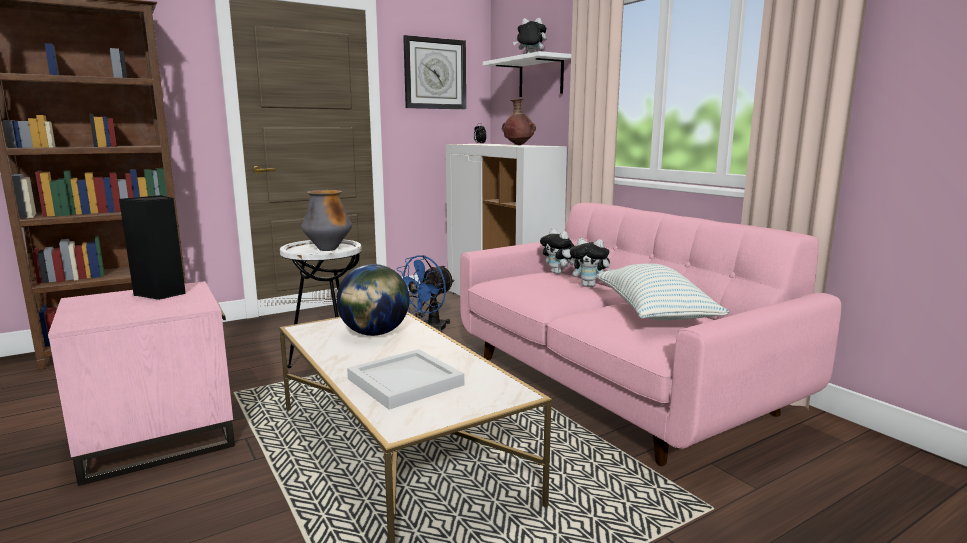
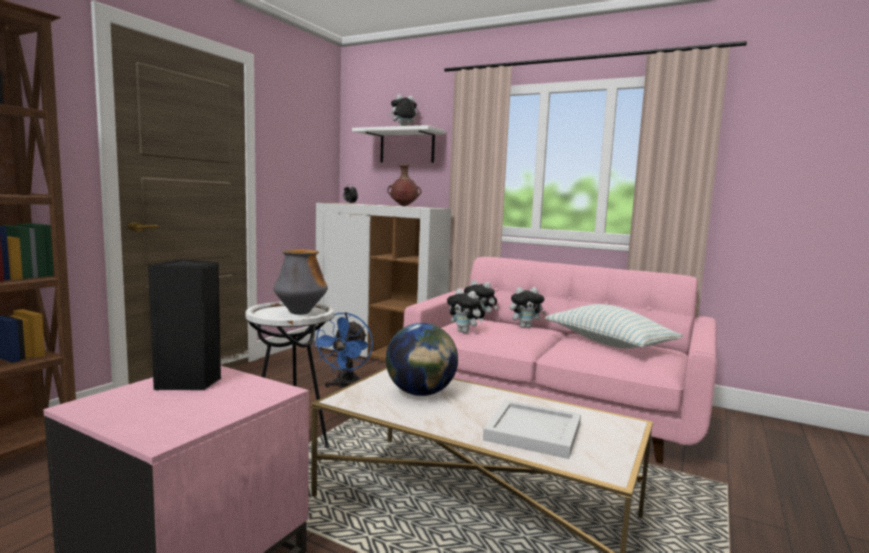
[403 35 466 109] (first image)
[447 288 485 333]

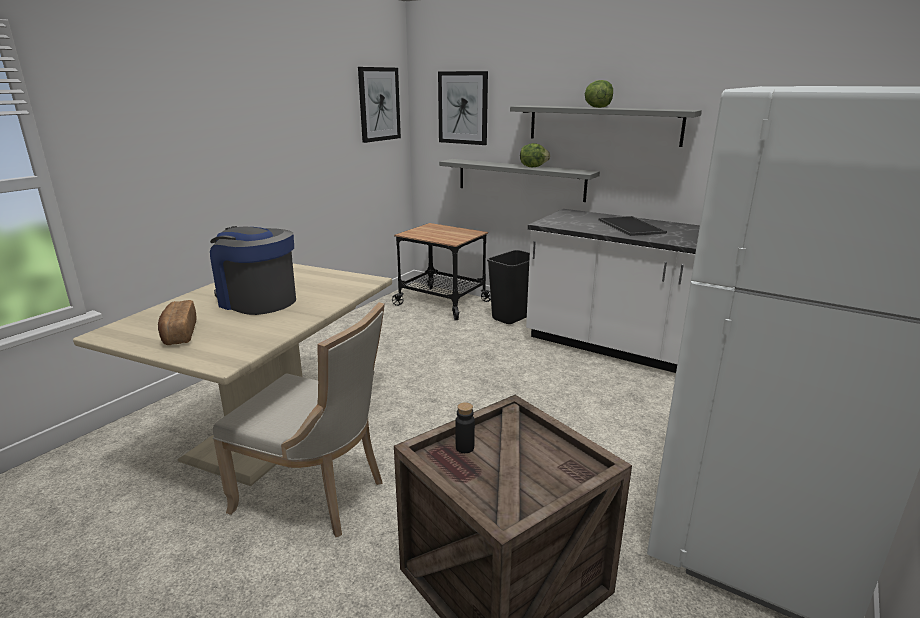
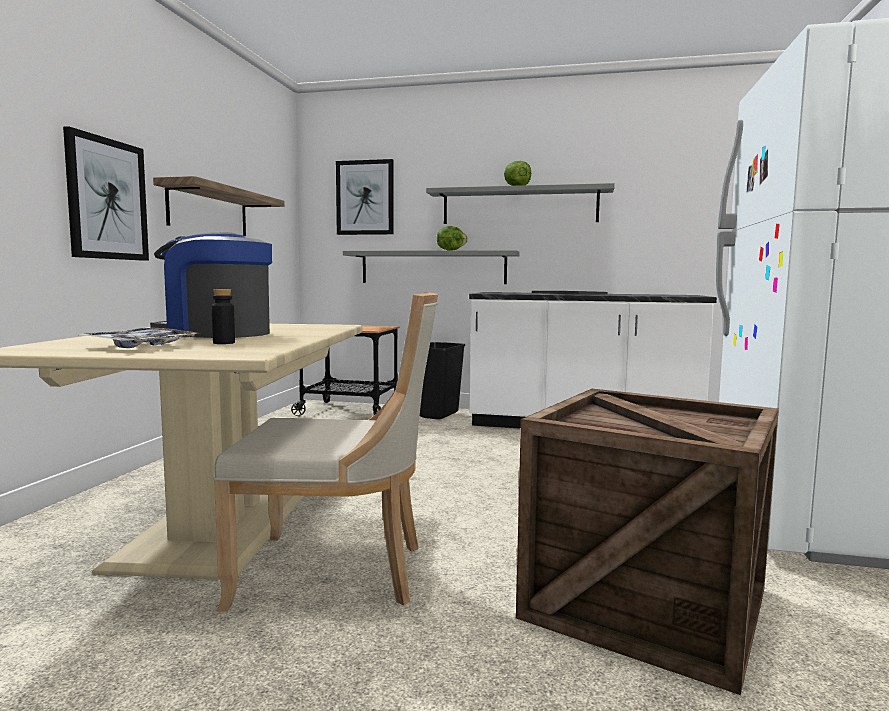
[63 126 149 261]
[79 328 198 348]
[212 289 235 344]
[153 176 285 236]

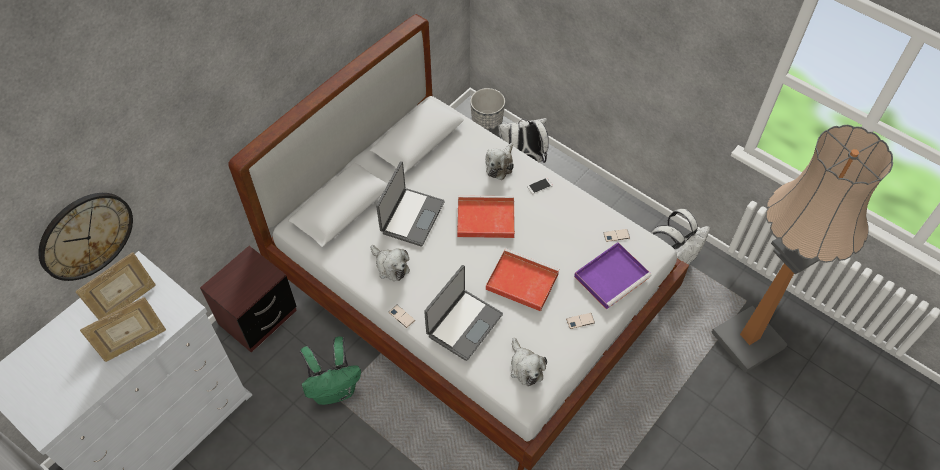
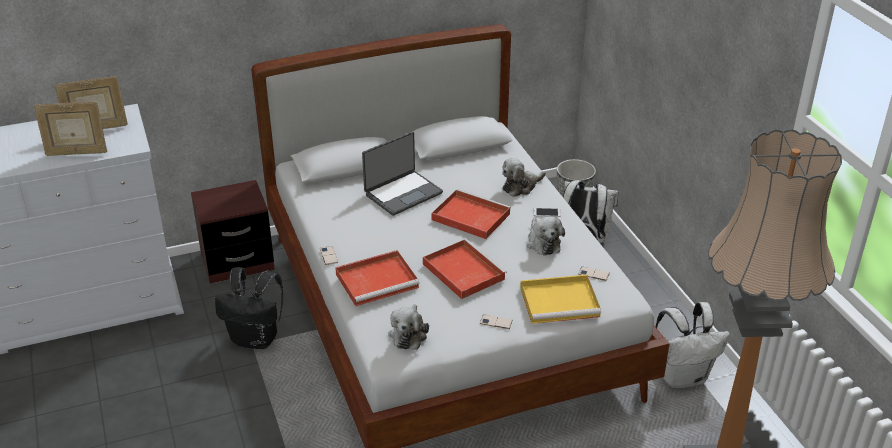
[38 193 133 281] (first image)
[520 275 601 324]
[527 216 565 256]
[335 250 419 306]
[215 267 283 349]

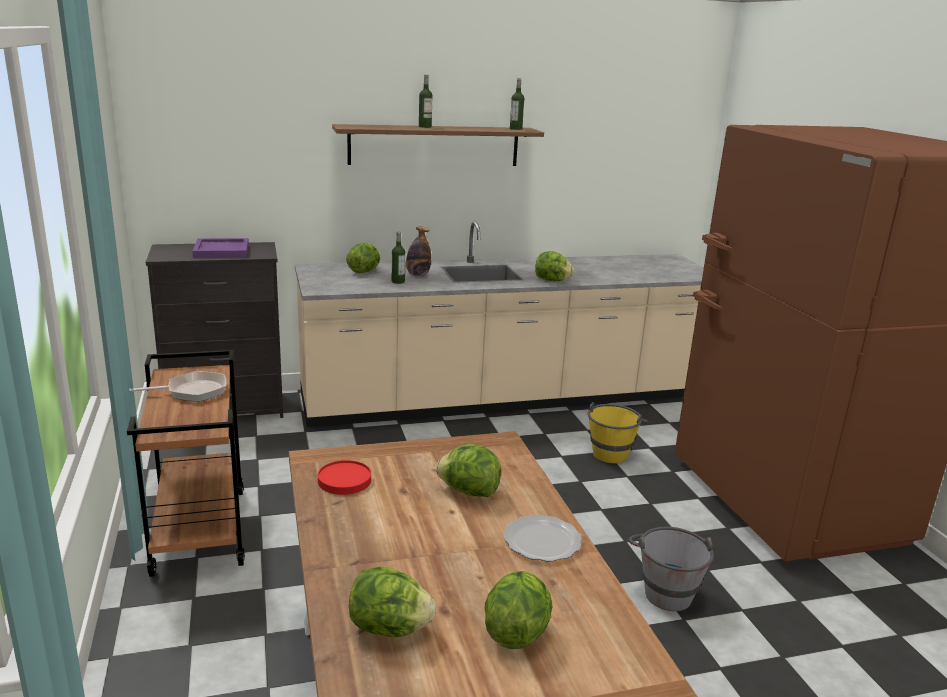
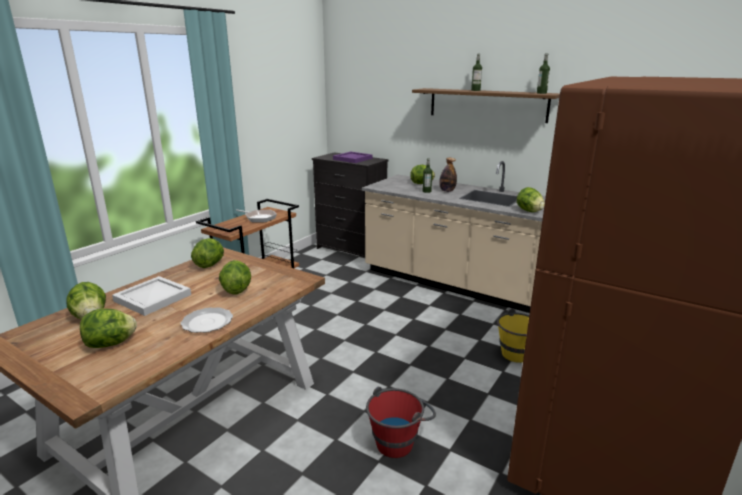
[191 238 224 268]
[366 387 436 458]
[112 276 191 316]

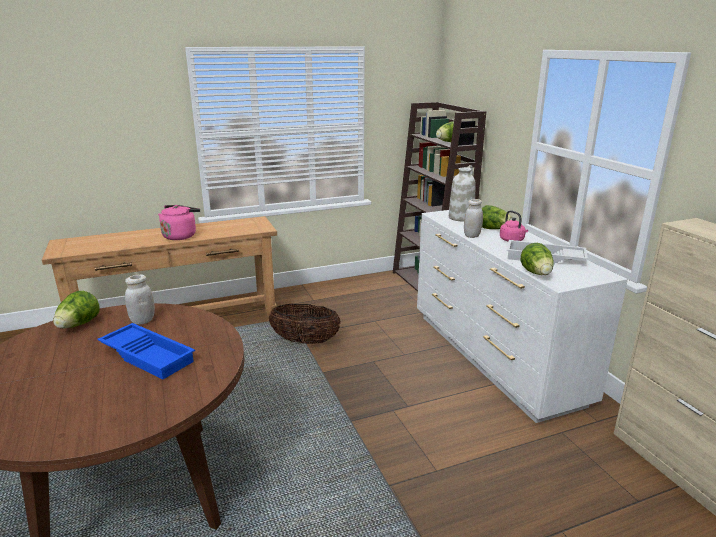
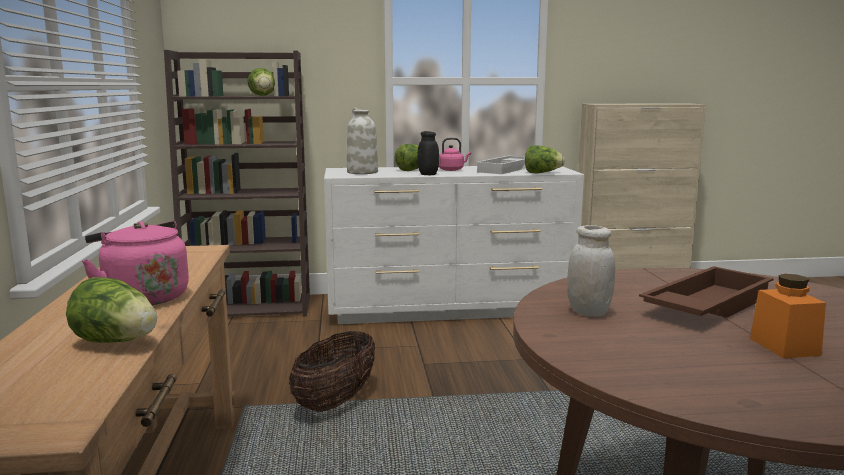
[418 131 439 175]
[66 277 157 343]
[639 266 774 318]
[750 274 826 358]

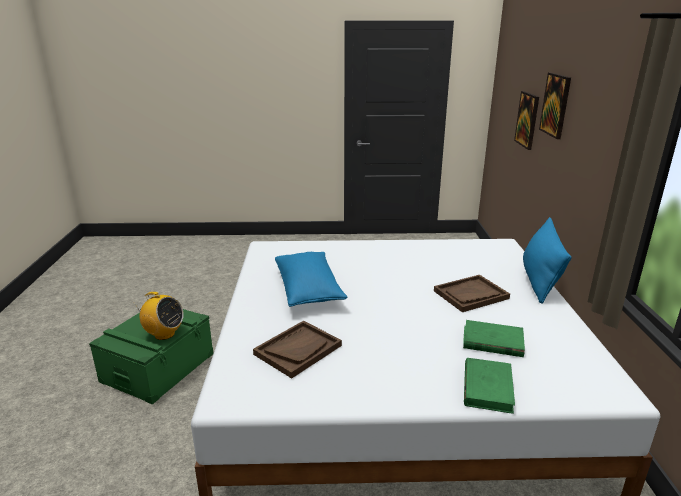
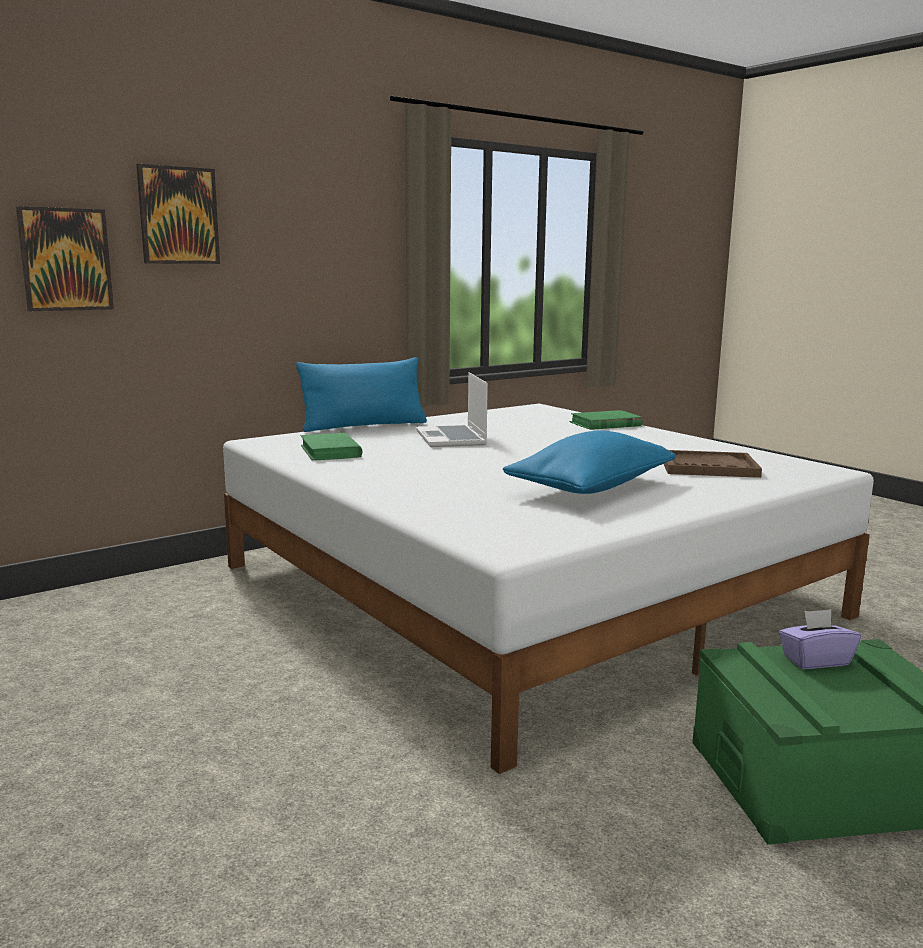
[416 372 488 447]
[779 609 861 669]
[301 433 362 460]

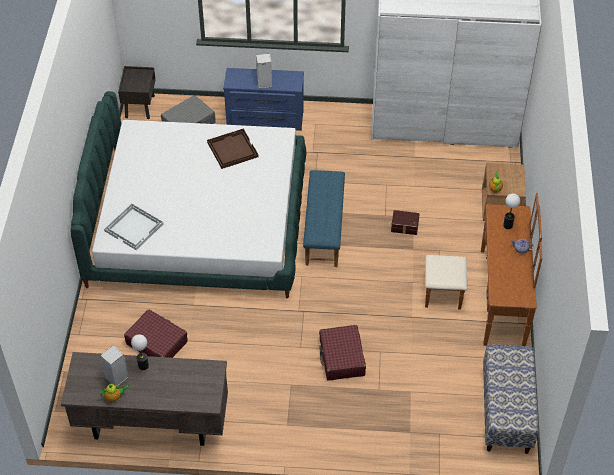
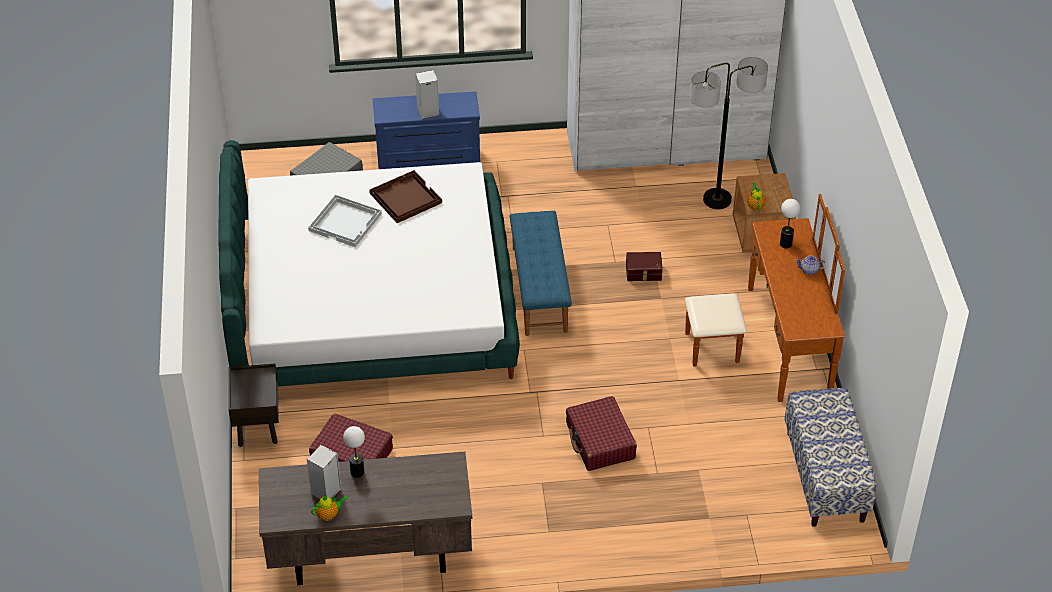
[228 364 279 447]
[308 195 382 247]
[690 57 768 209]

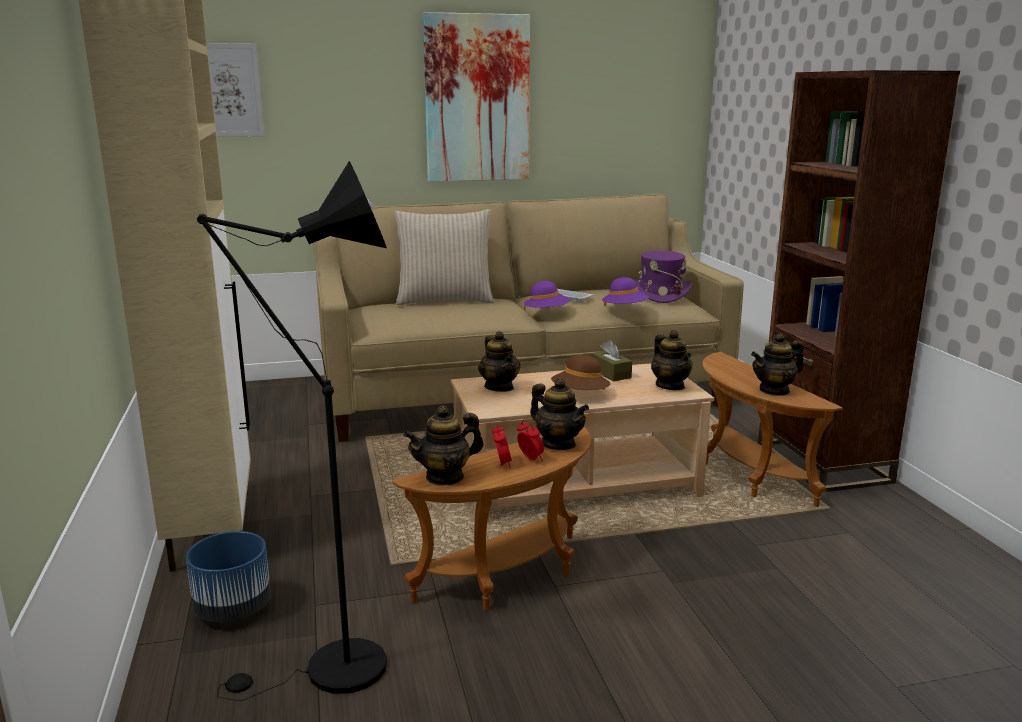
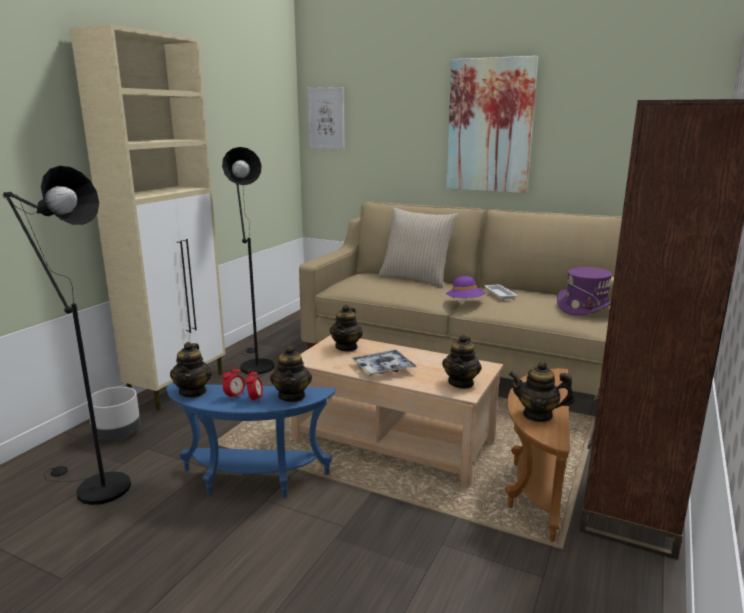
[602 277 649 307] (first image)
[591 340 632 382] (first image)
[352 350 417 376]
[170 342 212 398]
[166 383 336 498]
[87 387 141 439]
[222 147 274 374]

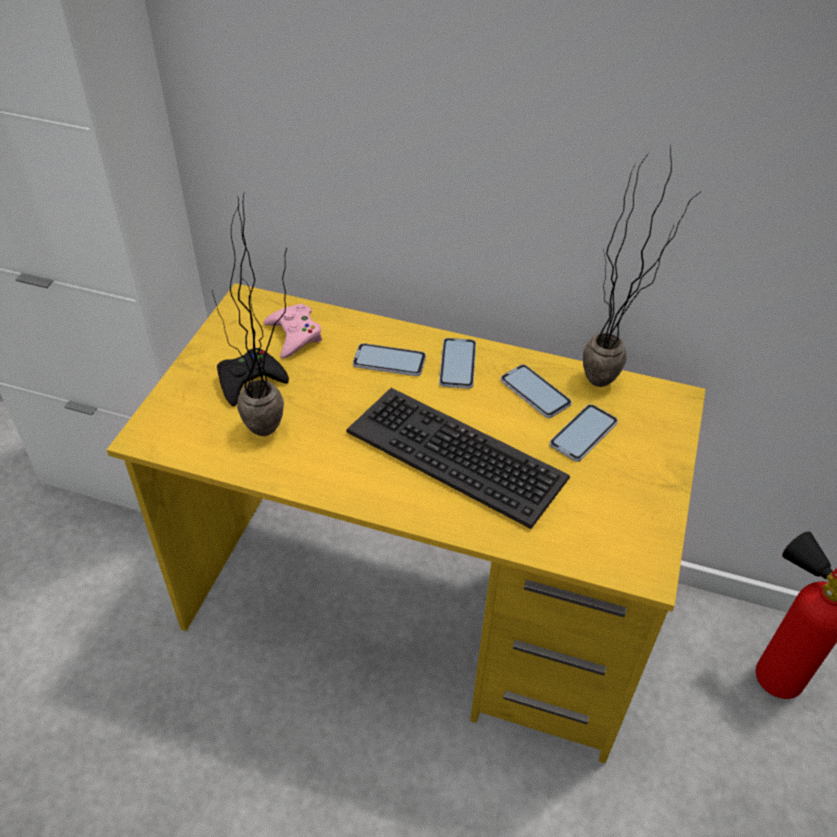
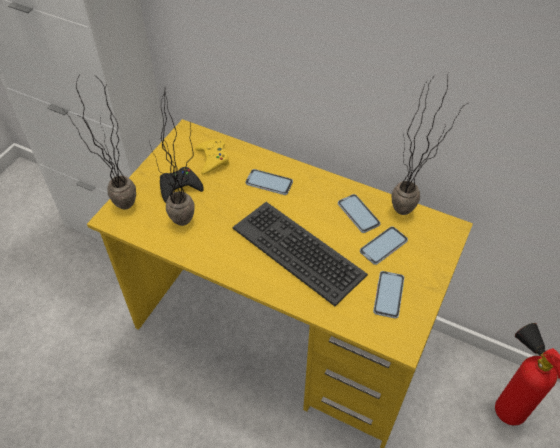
[195 139 229 174]
[373 271 404 319]
[64 73 136 209]

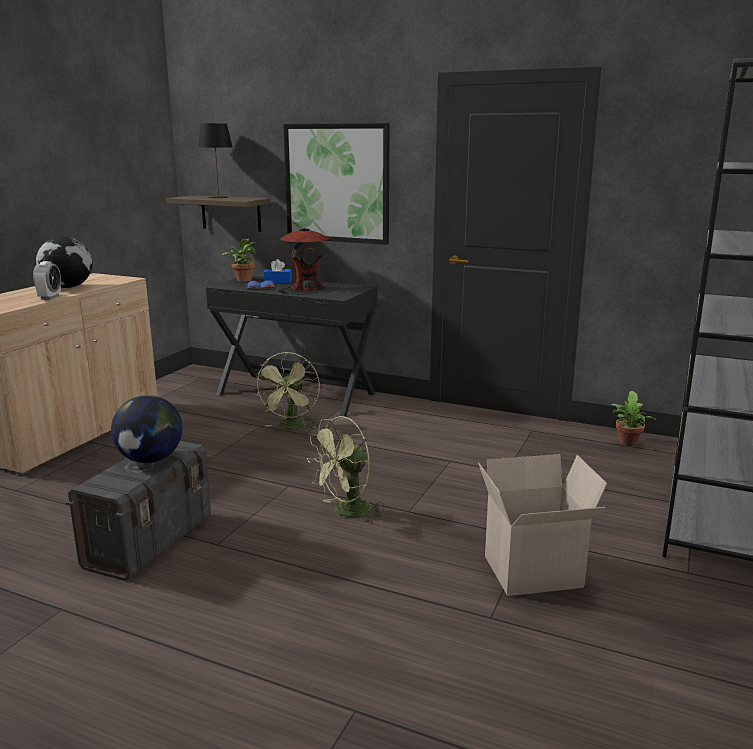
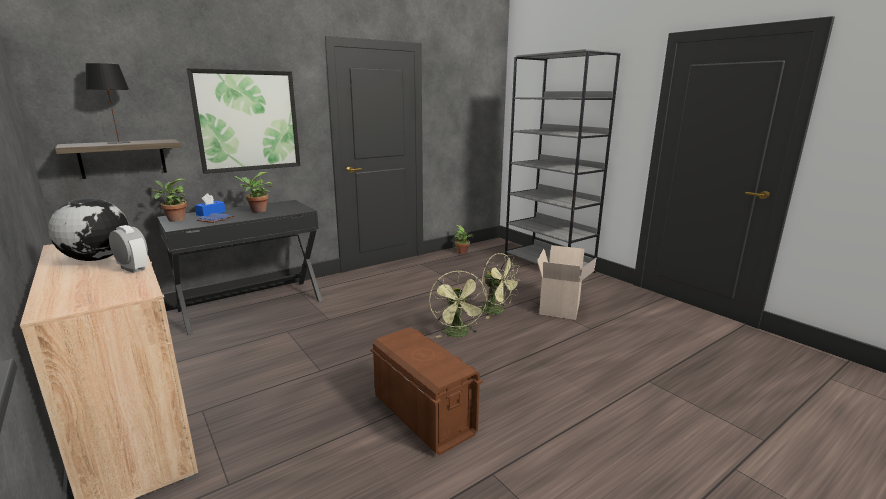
[233 172 273 213]
[481 253 521 319]
[111 395 183 463] (first image)
[370 327 483 455]

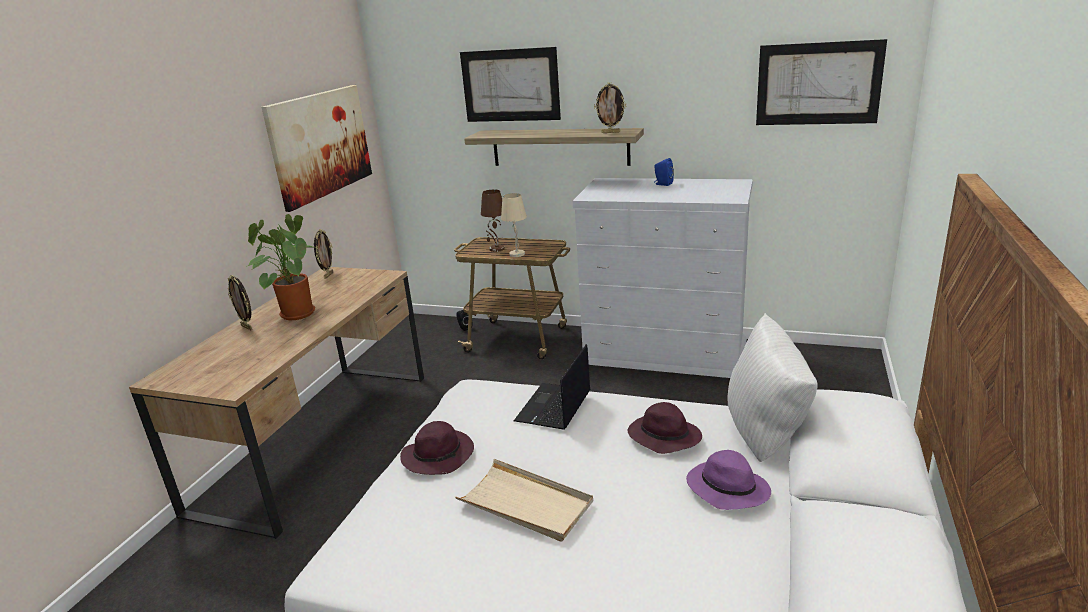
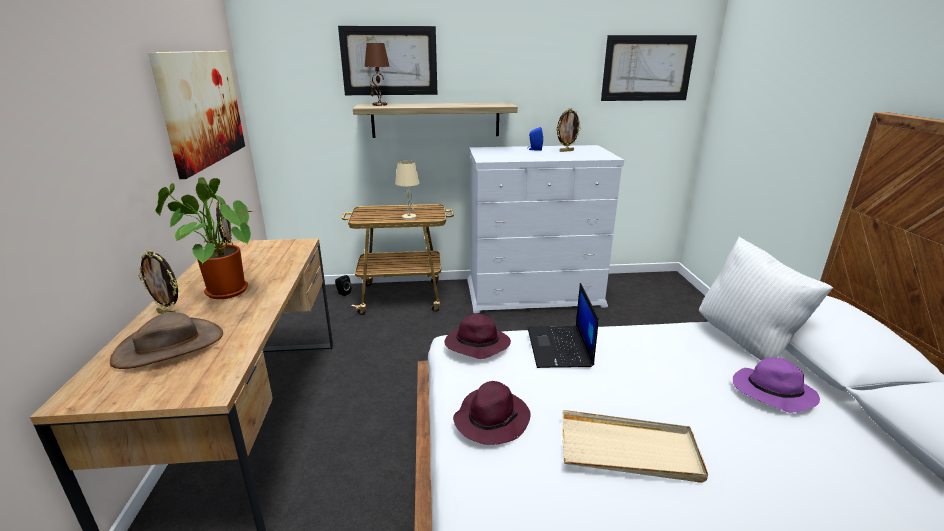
[556 108 581 152]
[365 43 390 106]
[444 314 511 359]
[110 312 223 369]

